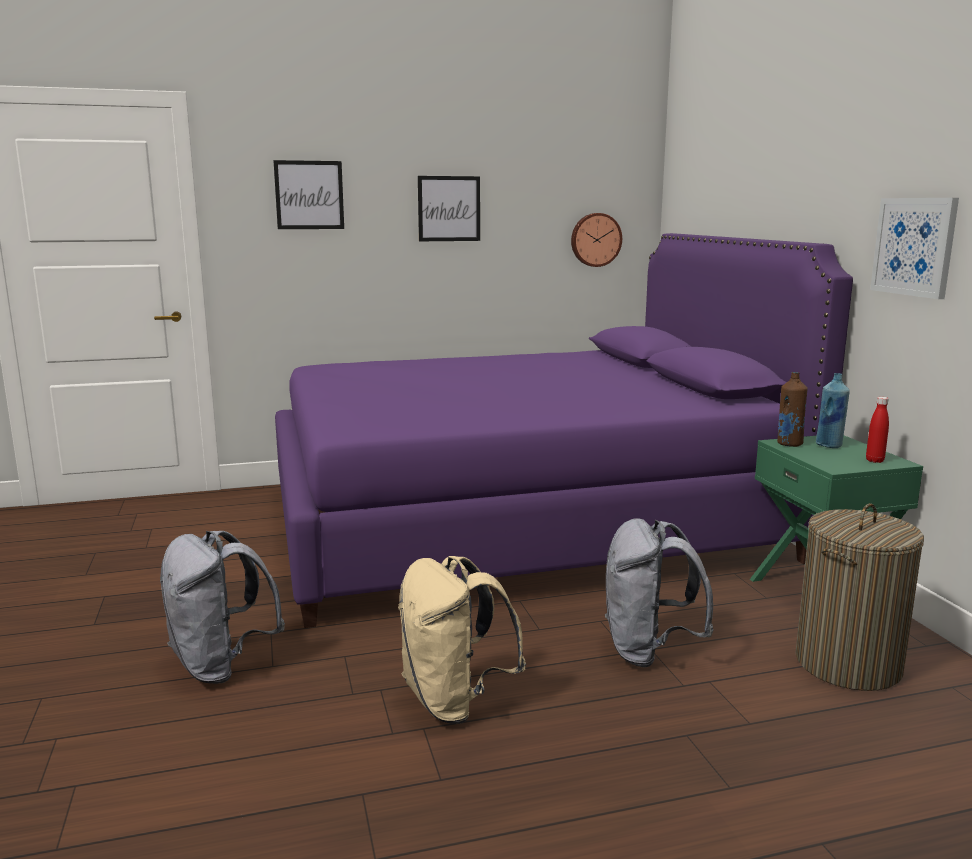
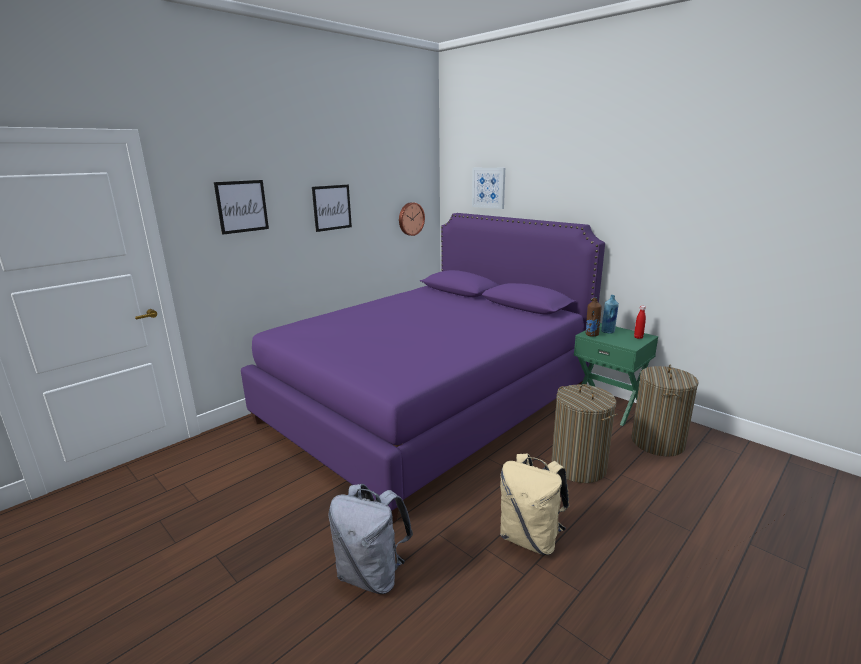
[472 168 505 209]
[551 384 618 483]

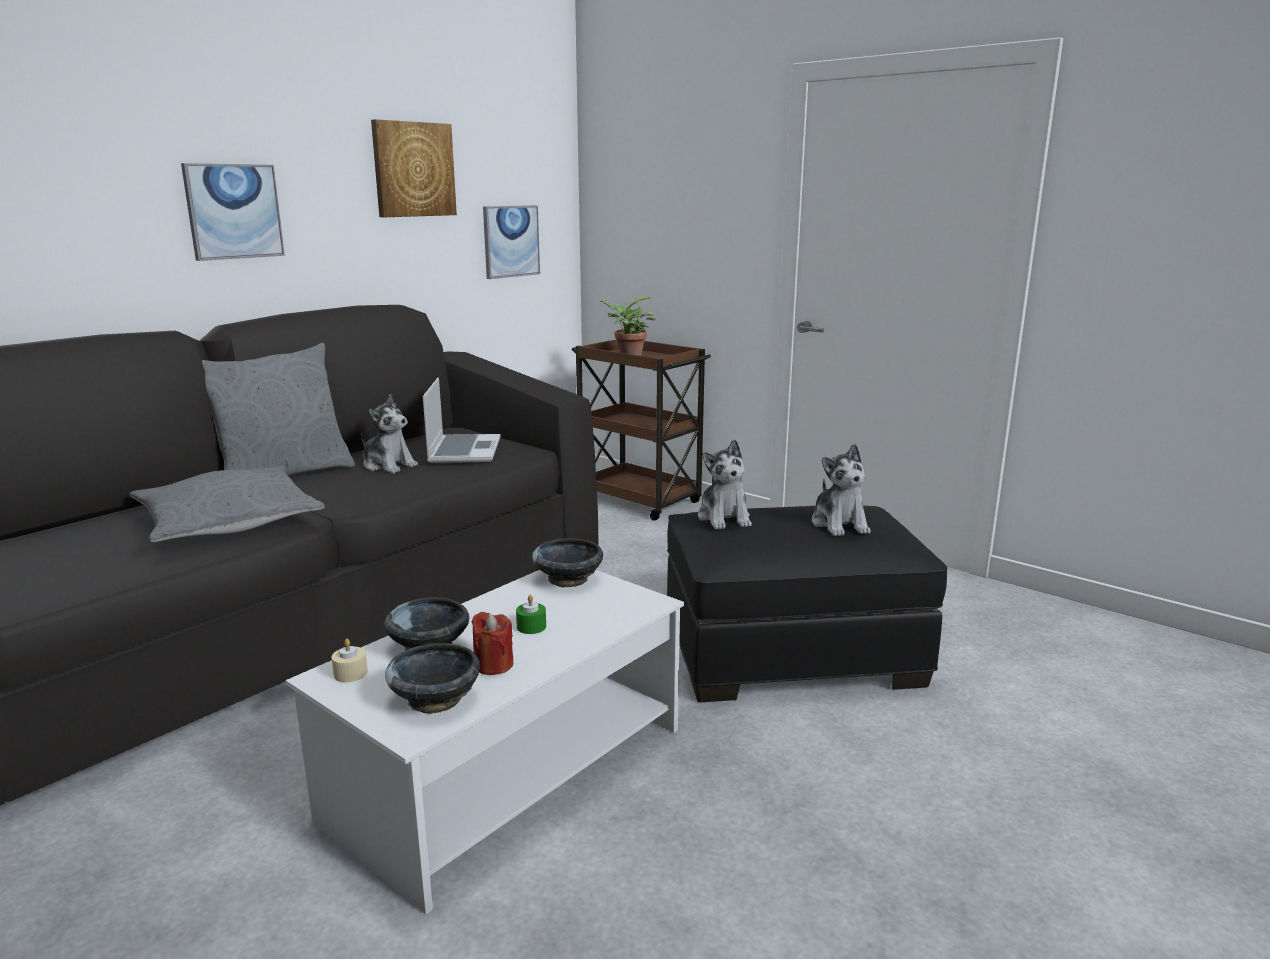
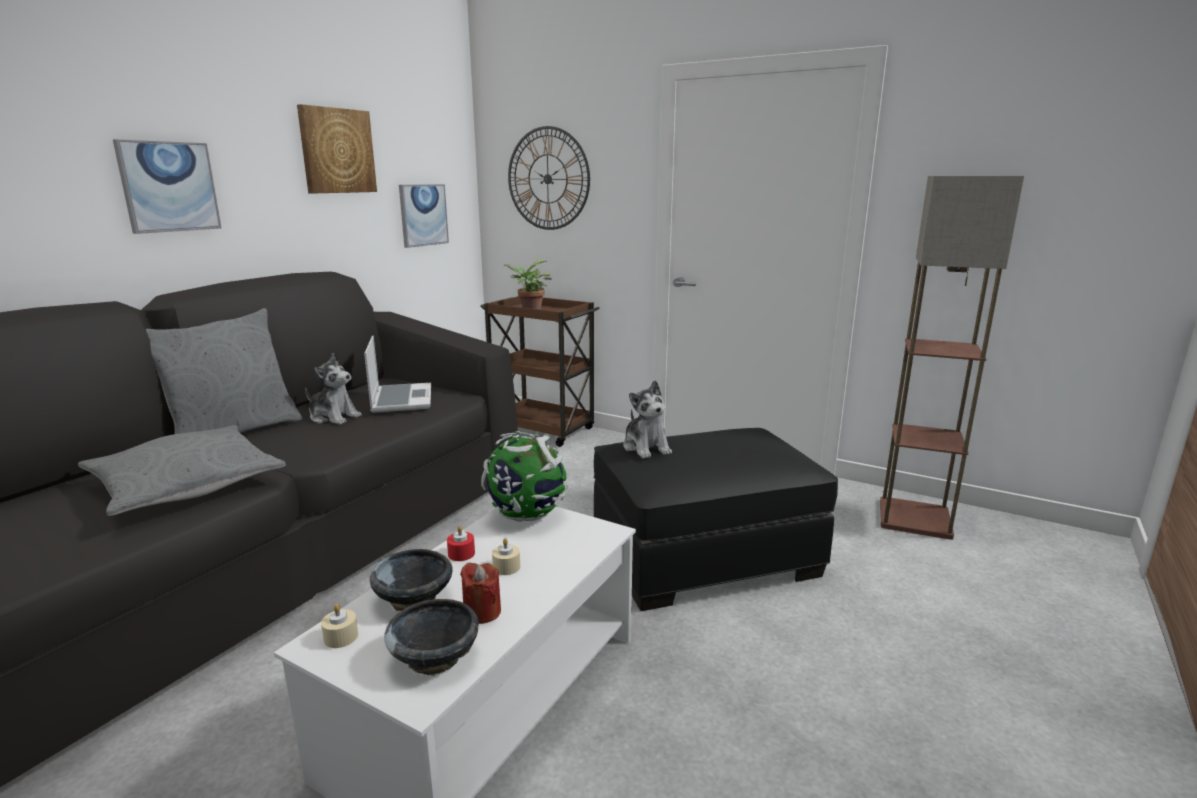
[812 444 871 536] (first image)
[481 431 569 522]
[492 538 520 575]
[508 126 590 230]
[880 176 1024 540]
[447 526 475 561]

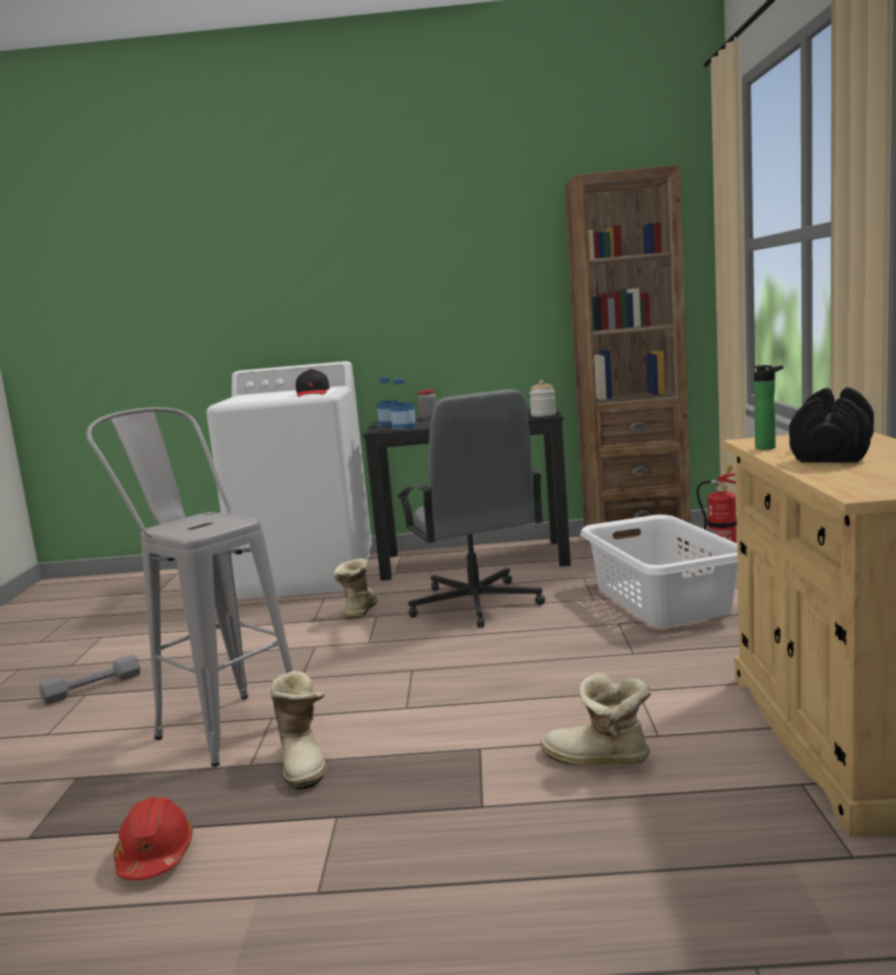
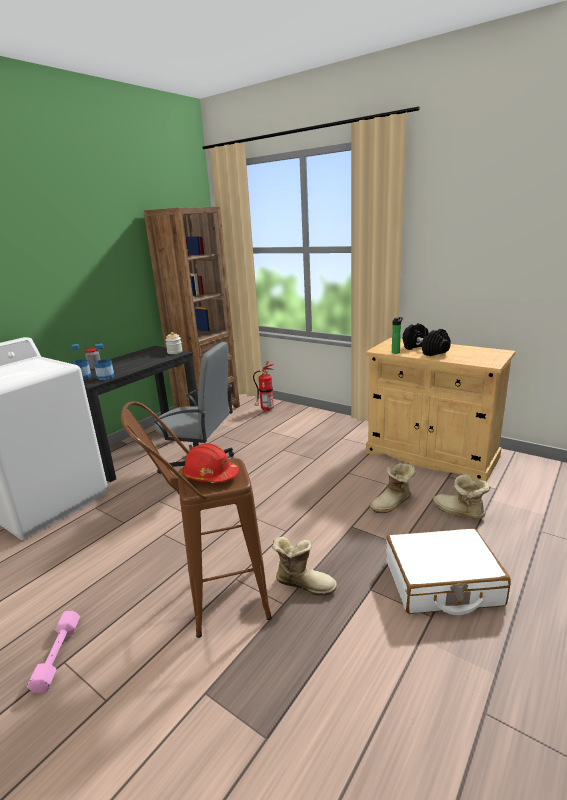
[296 369 330 397] (first image)
[121 401 272 638]
[580 515 738 627] (first image)
[433 474 490 519]
[27 611 80 693]
[182 443 239 482]
[386 528 511 615]

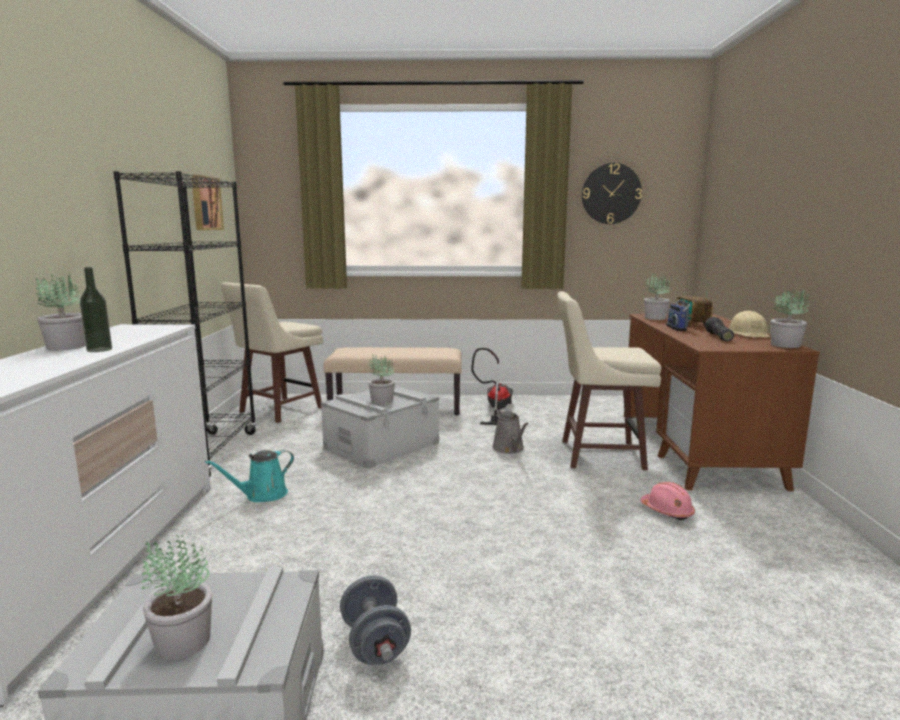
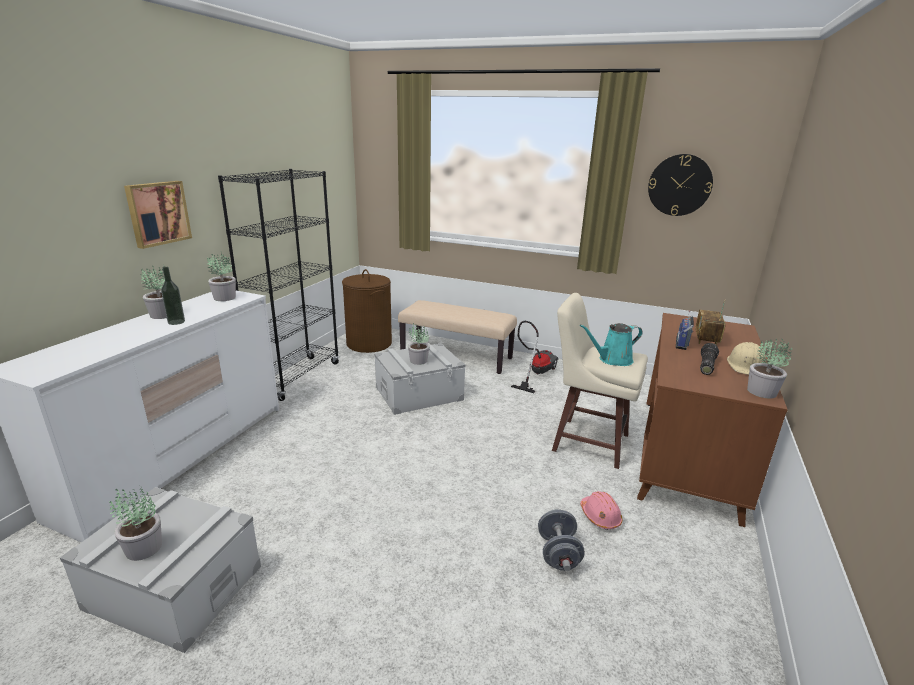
[124 181 192 249]
[207 252 236 301]
[342 269 392 353]
[492 410 528 454] (first image)
[580 323 643 366]
[538 509 585 571]

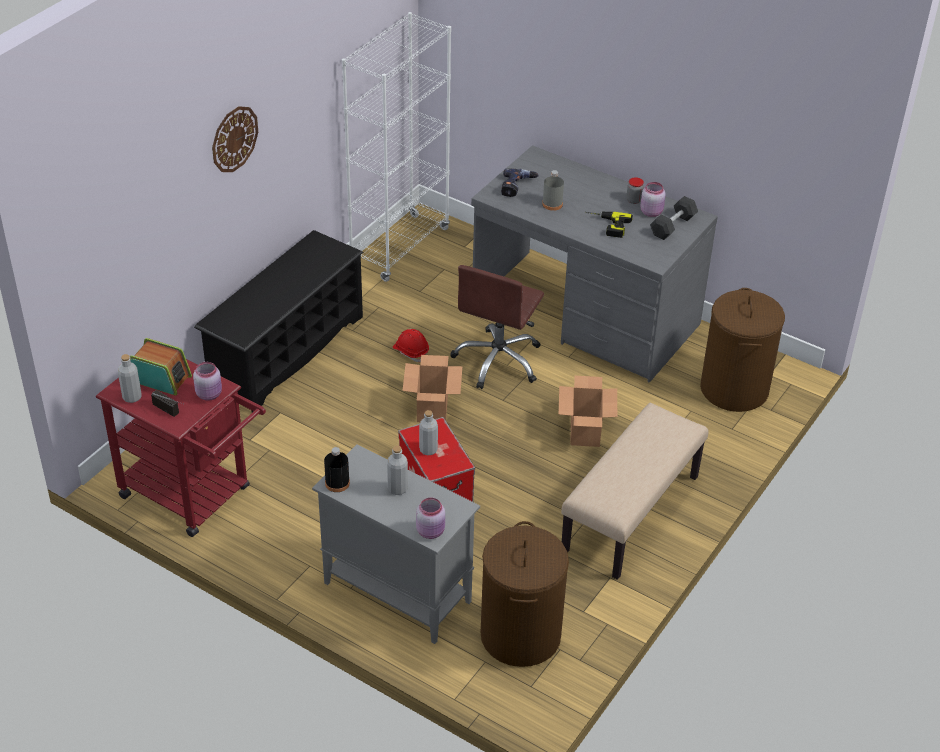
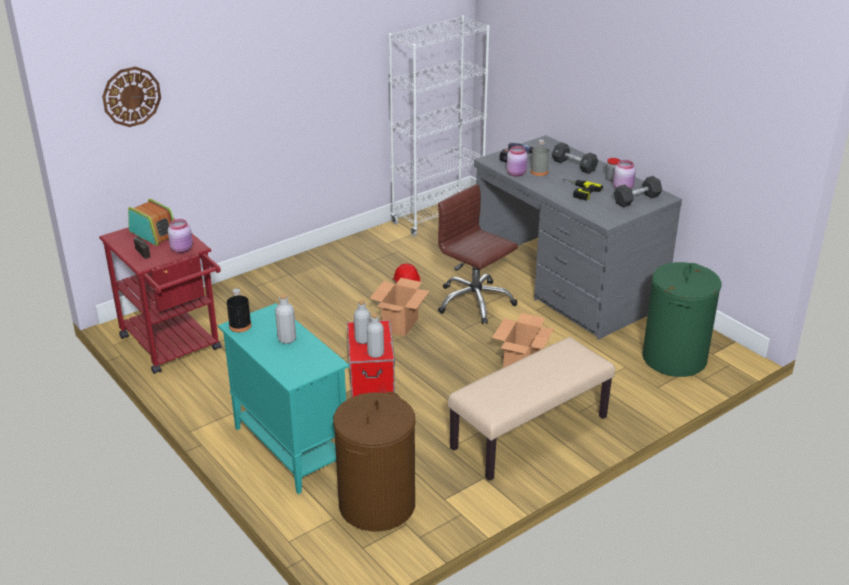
[102 67 161 127]
[194 230 363 412] (first image)
[438 184 518 324]
[642 262 722 377]
[367 313 384 358]
[218 303 349 494]
[506 146 528 177]
[552 142 598 174]

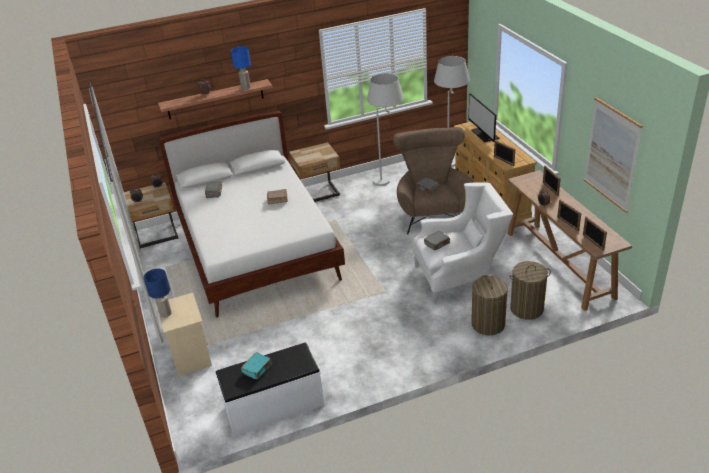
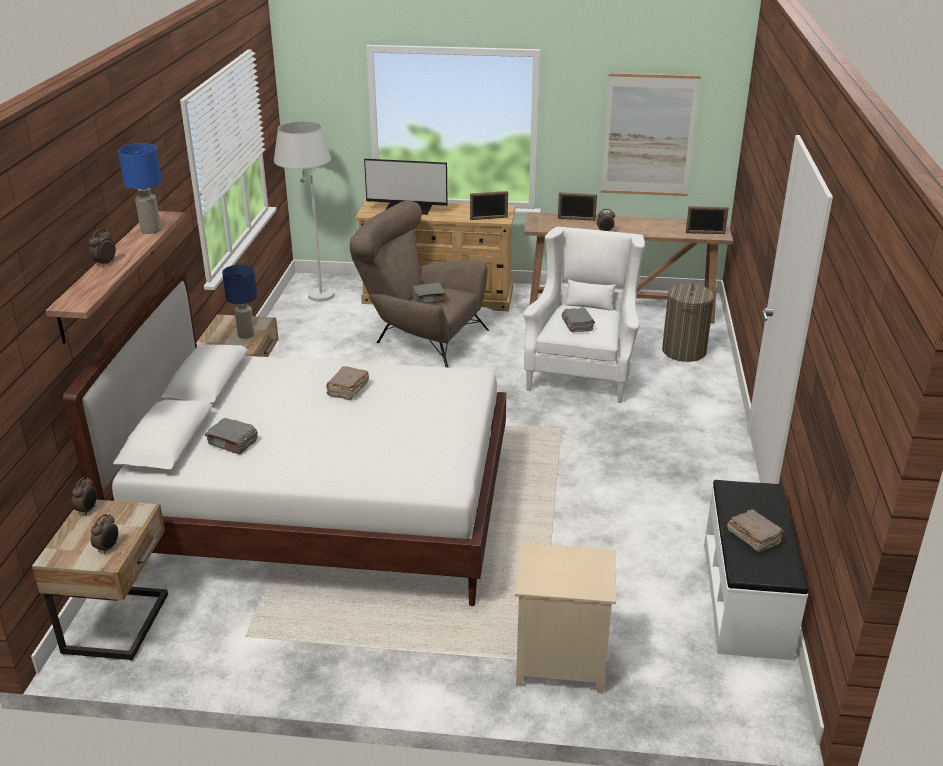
[367 73 404 186] (first image)
[557 200 582 231] (first image)
[222 264 257 339]
[471 275 508 336] (first image)
[727 509 785 552]

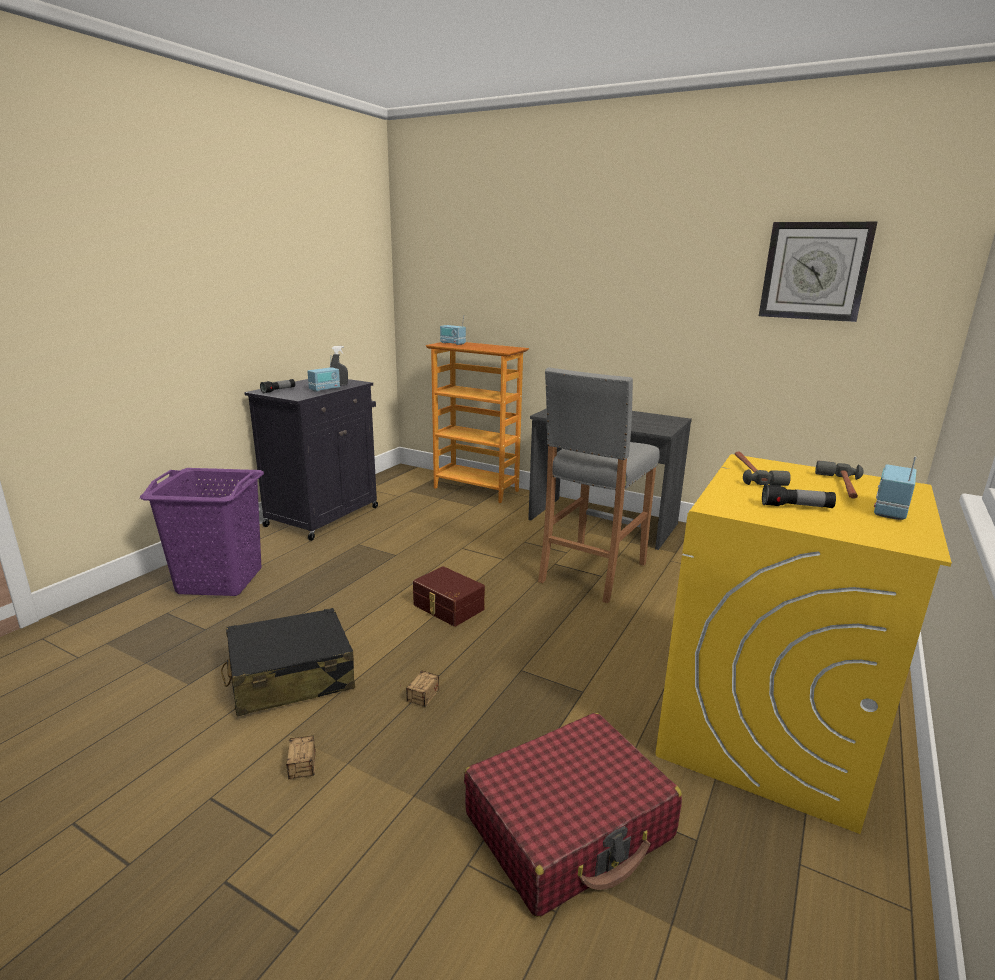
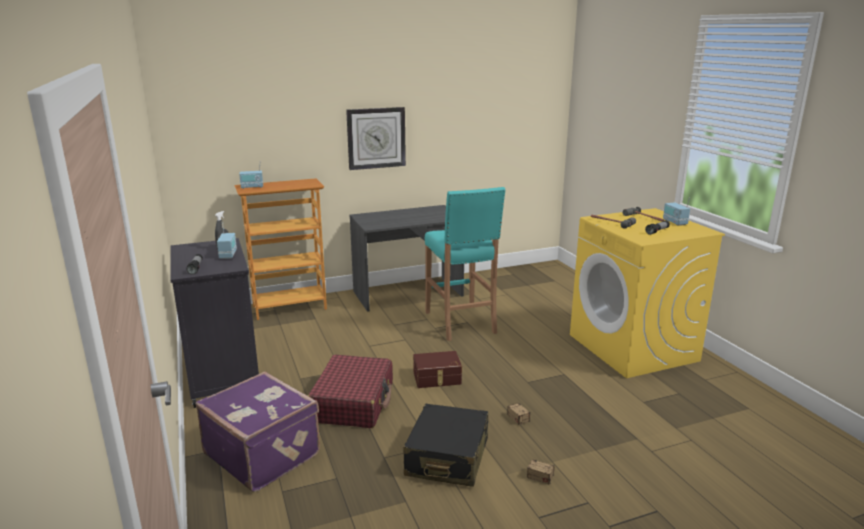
[346 107 406 170]
[425 187 505 341]
[196 371 320 492]
[308 354 393 428]

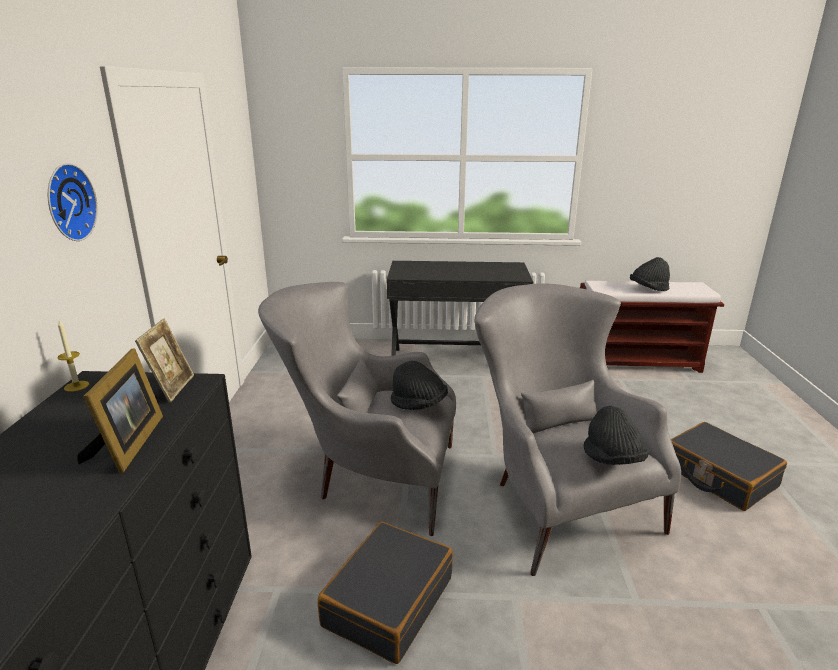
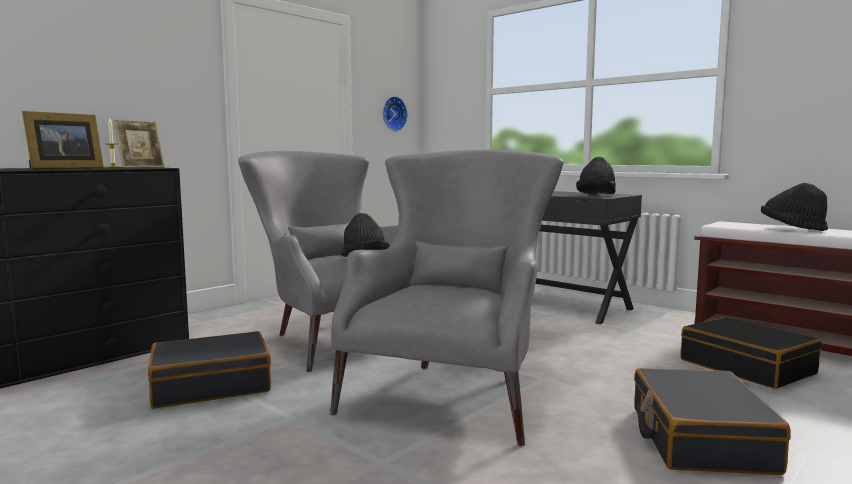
[383 96 408 132]
[576 157 616 195]
[681 317 822 389]

